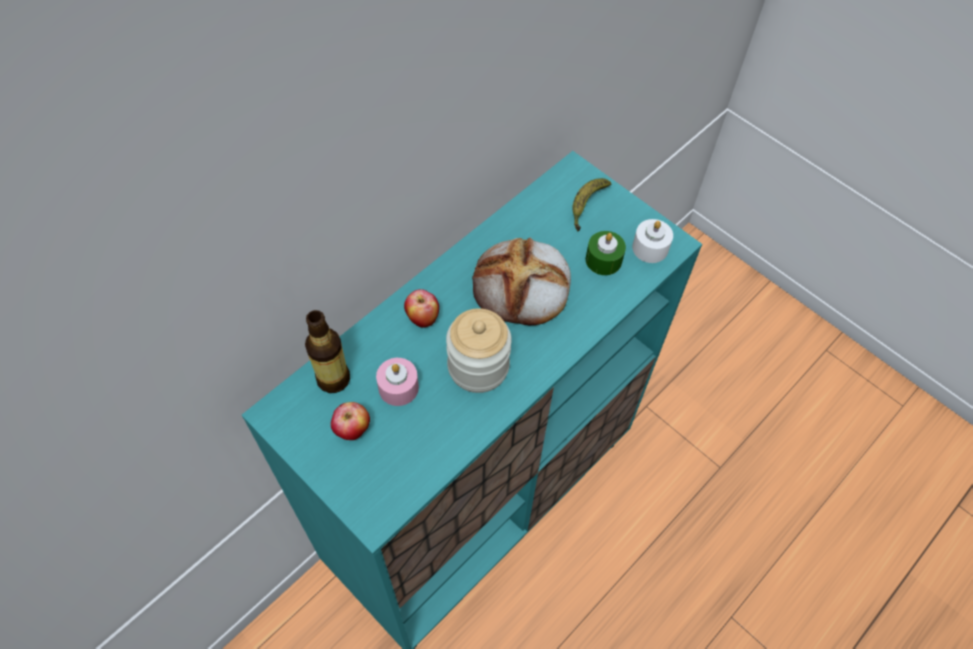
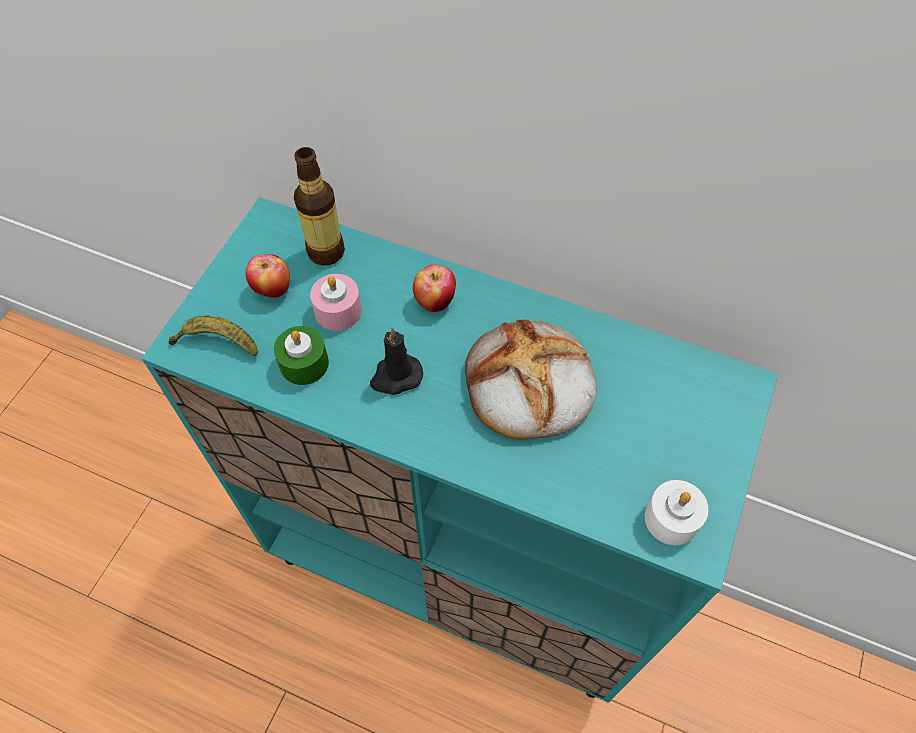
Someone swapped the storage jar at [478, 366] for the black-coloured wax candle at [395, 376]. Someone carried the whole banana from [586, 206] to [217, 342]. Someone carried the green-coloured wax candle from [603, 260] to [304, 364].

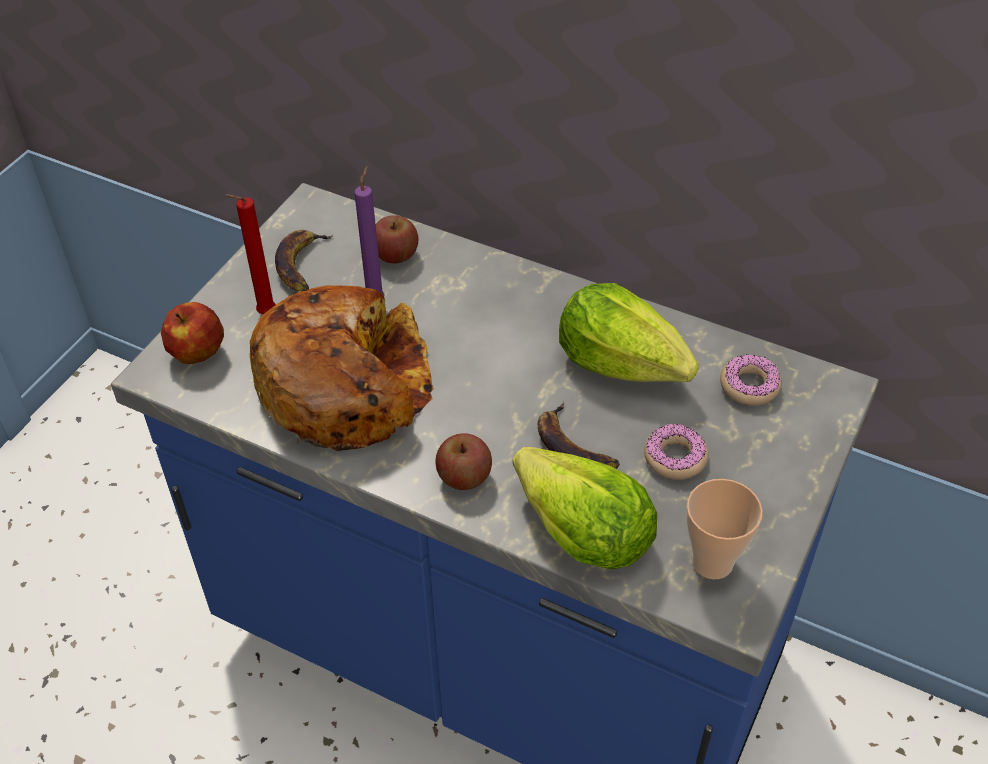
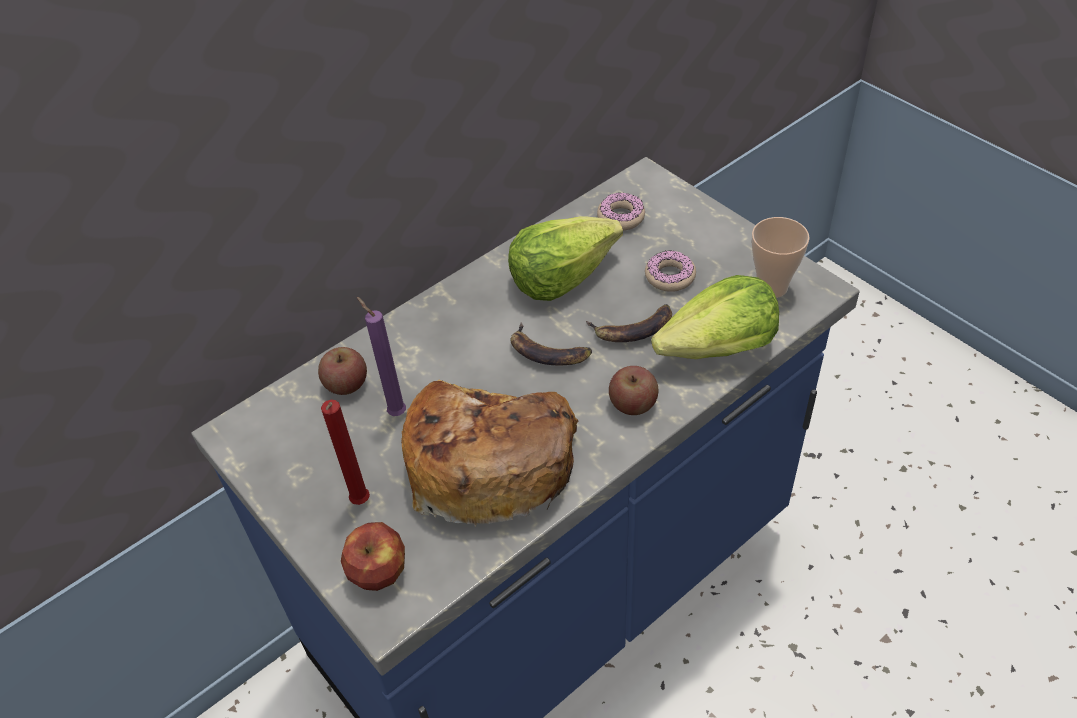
Someone carried the whole banana from [302, 265] to [548, 351].

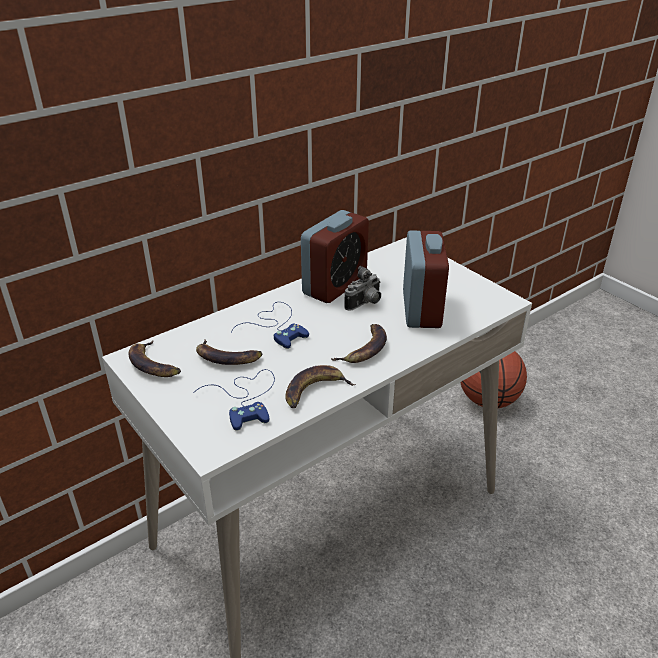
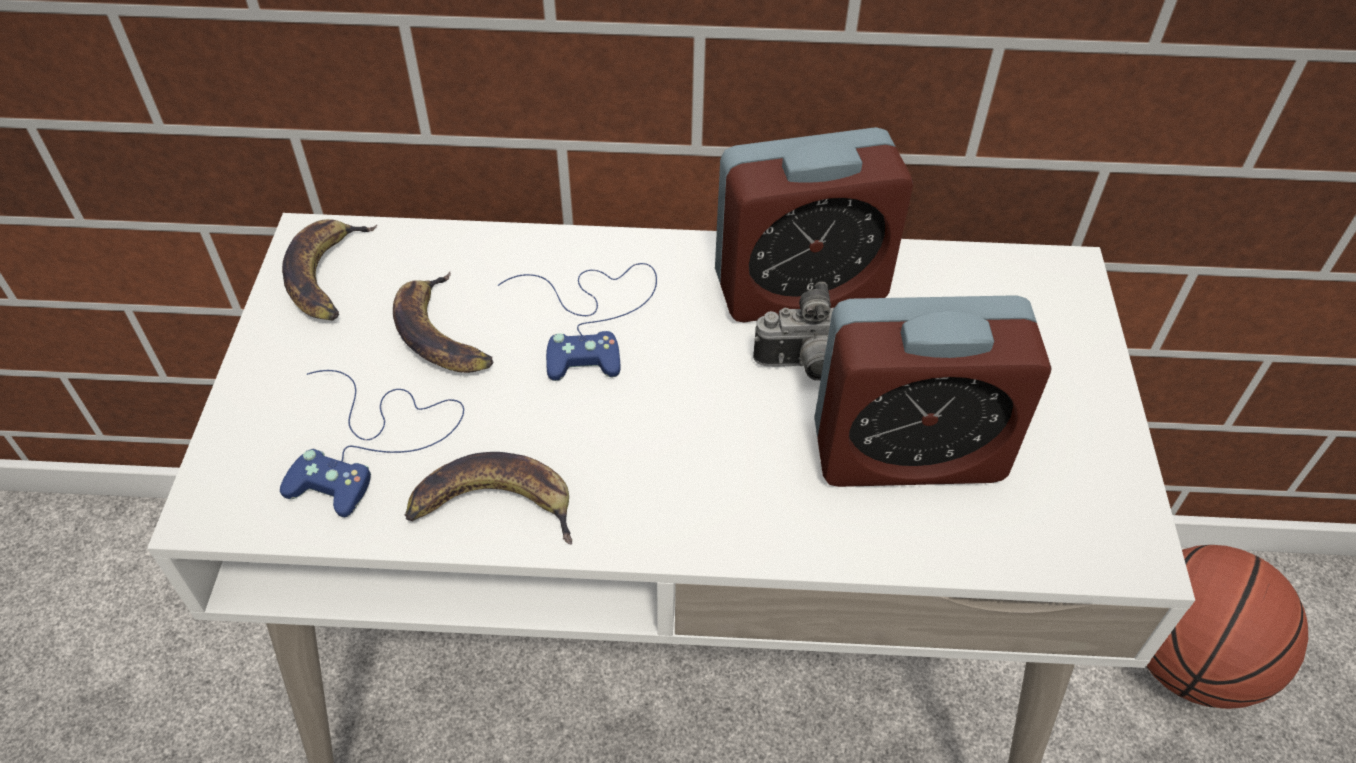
Someone took away the whole banana at [364, 348]. Someone rotated the bedside clock at [421, 309] by 45 degrees clockwise.

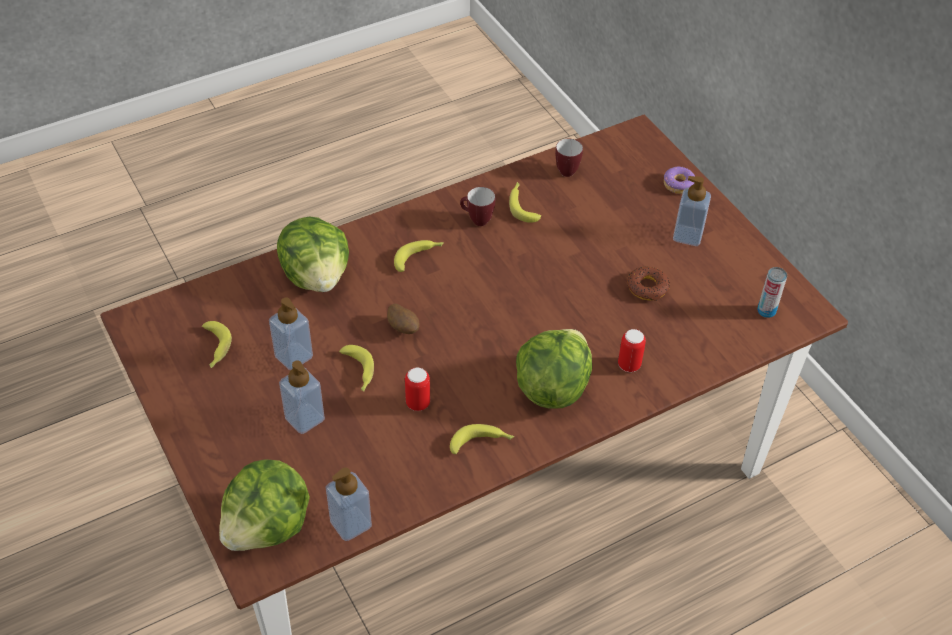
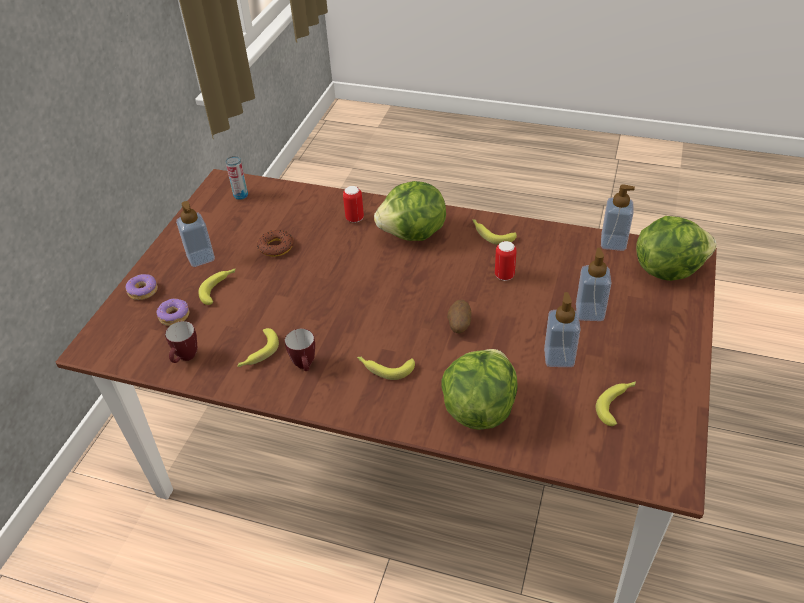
Someone carried the whole banana from [358, 372] to [219, 288]. Someone put down the doughnut at [174, 316].

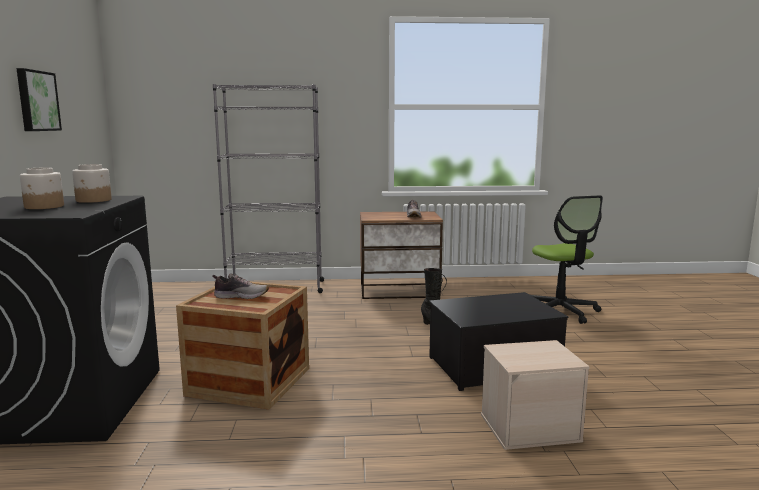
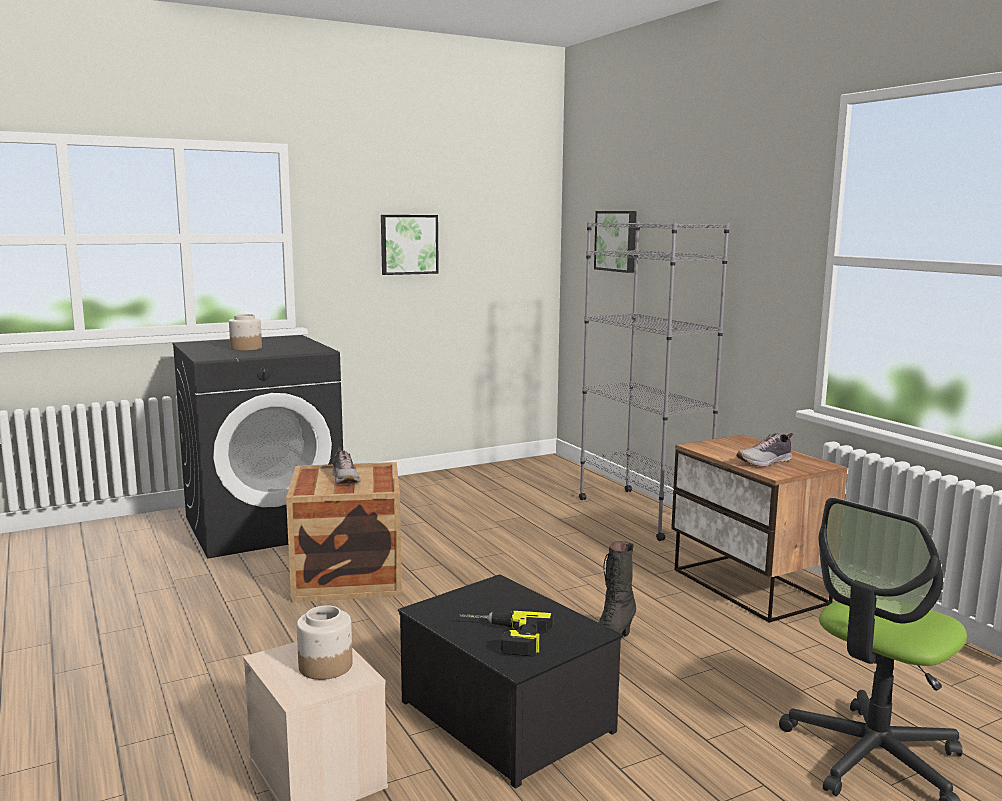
Someone carried the storage jar from [93, 200] to [325, 666]. Someone put down the power drill at [502, 638]. Someone put up the picture at [617, 241].

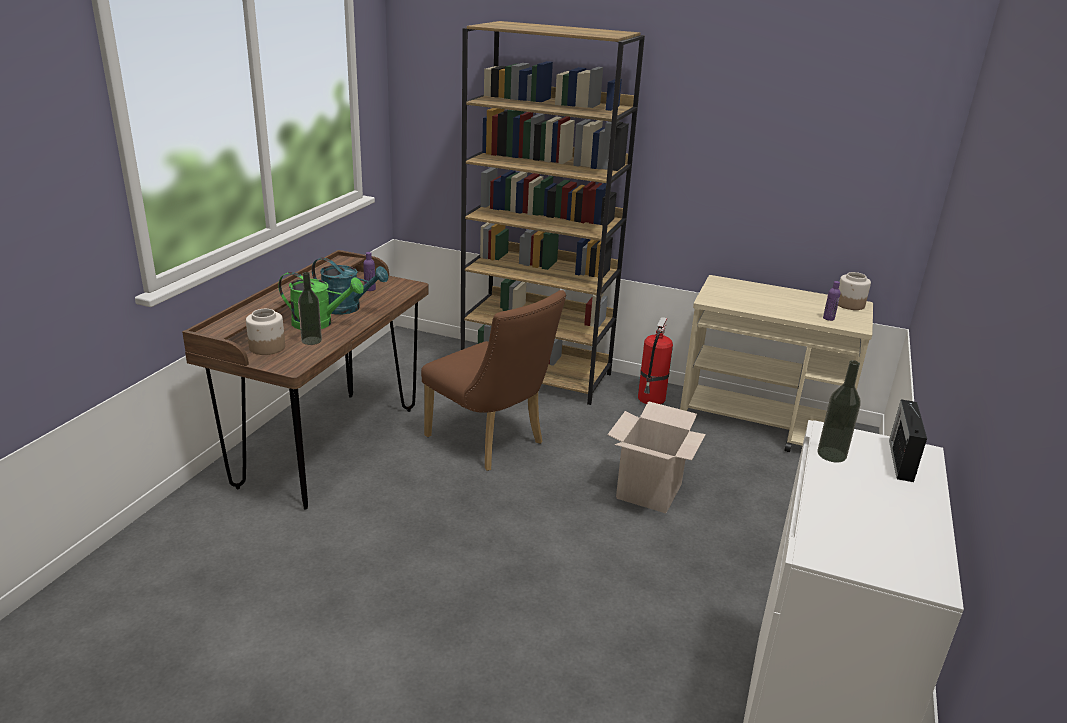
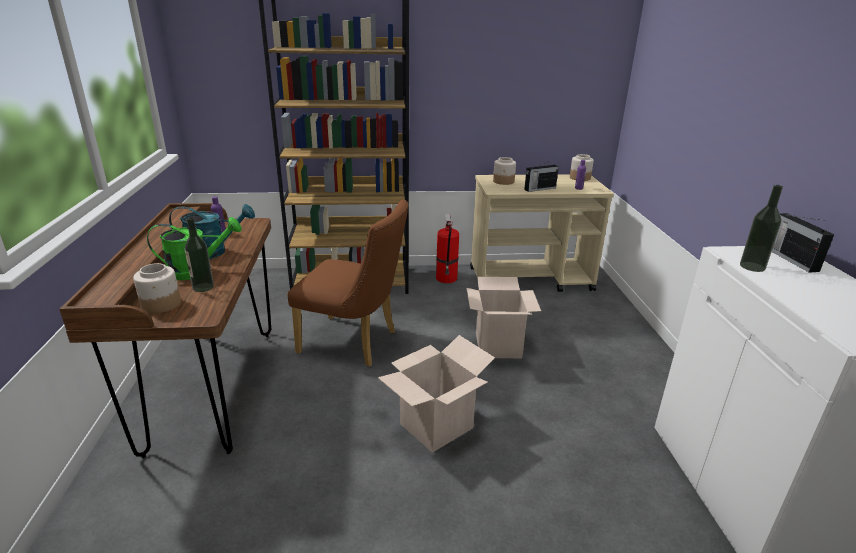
Someone put down the packing box at [436, 426]. Someone put down the storage jar at [503, 181]. Someone put down the radio at [539, 189].

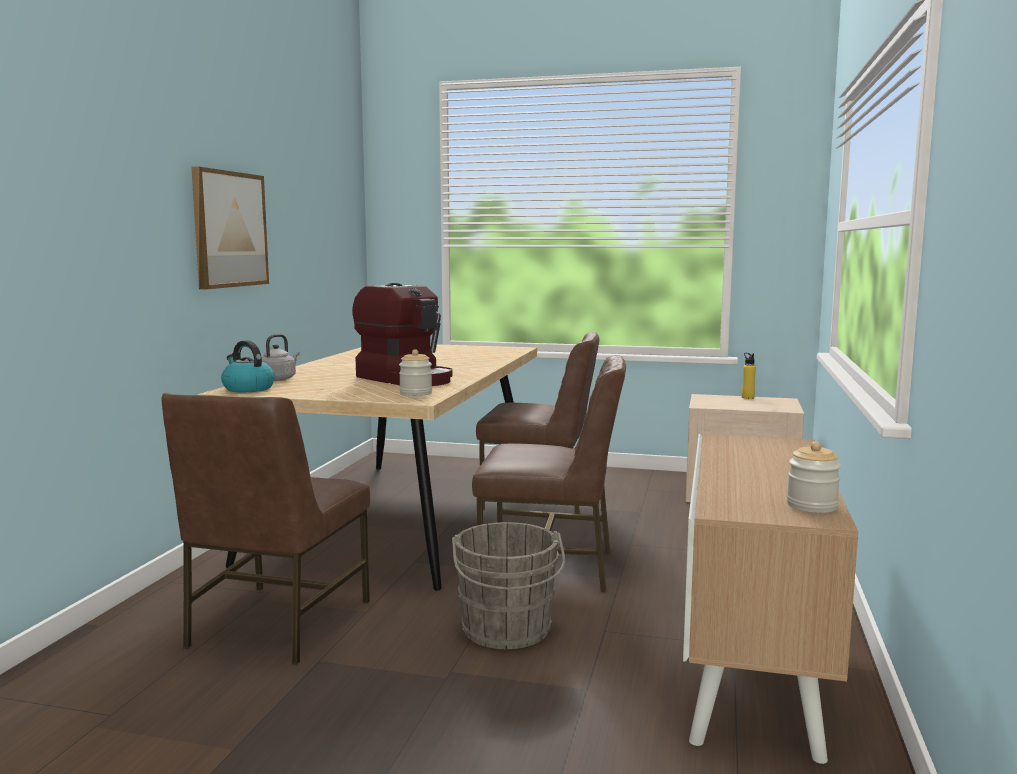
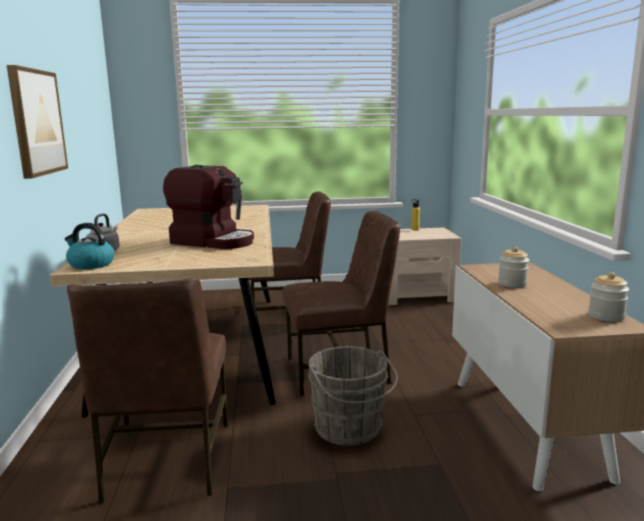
Someone carried the storage jar from [416, 393] to [512, 283].

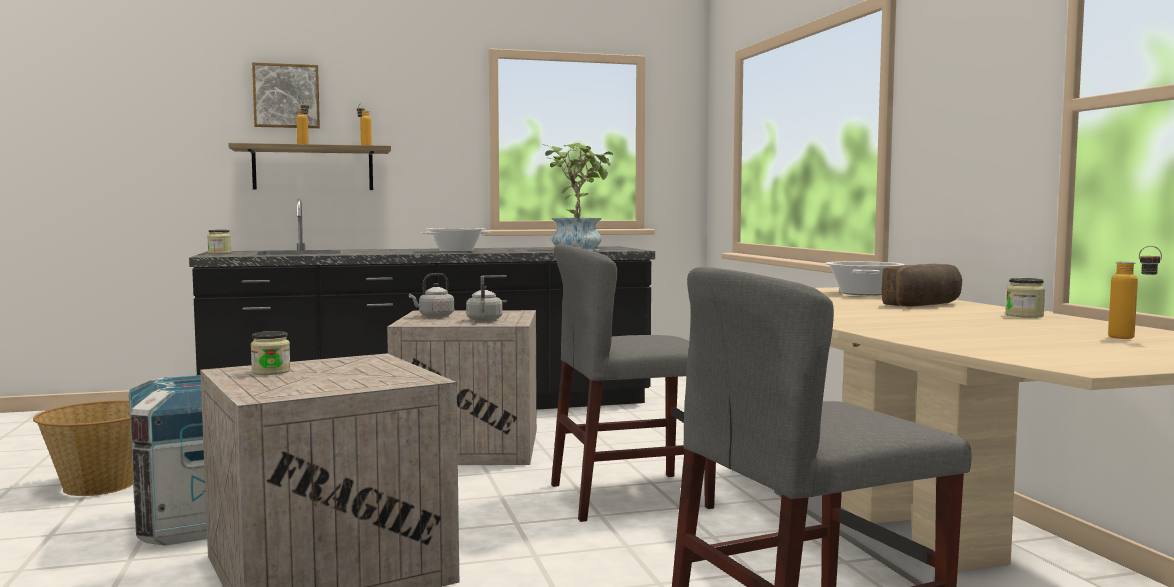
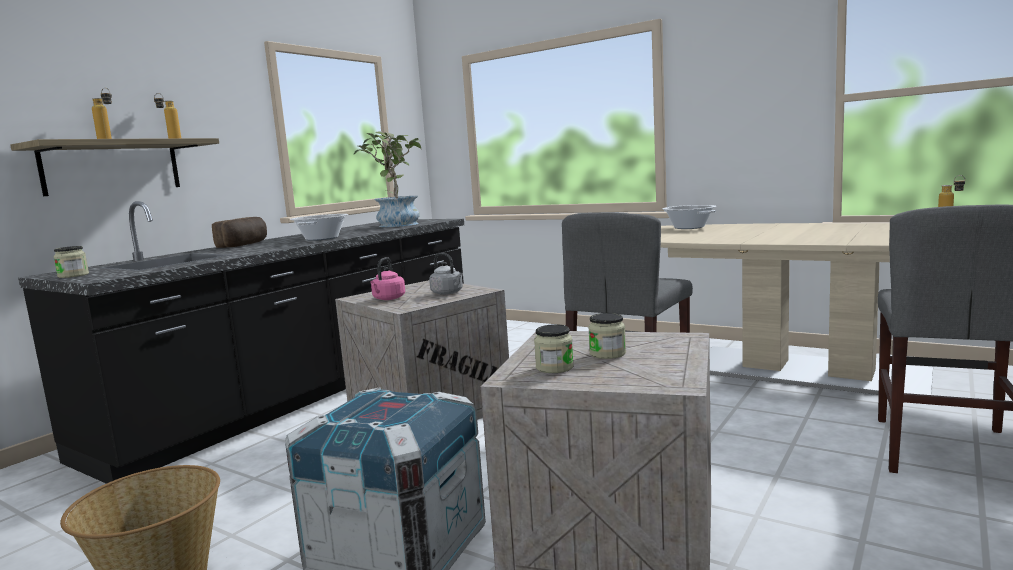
Someone took away the picture at [286, 96]. Someone repainted the greyish tea kettle at [434, 316], which became the pinkish tea kettle at [388, 299]. Someone carried the baked bread from [925, 305] to [245, 244]. Someone carried the storage jar from [1024, 315] to [607, 353].

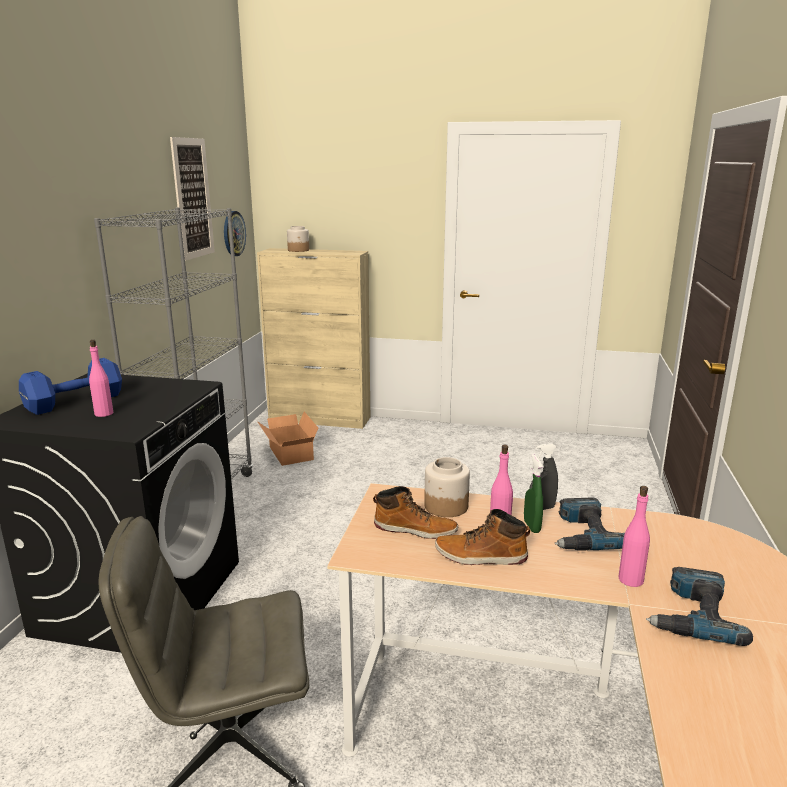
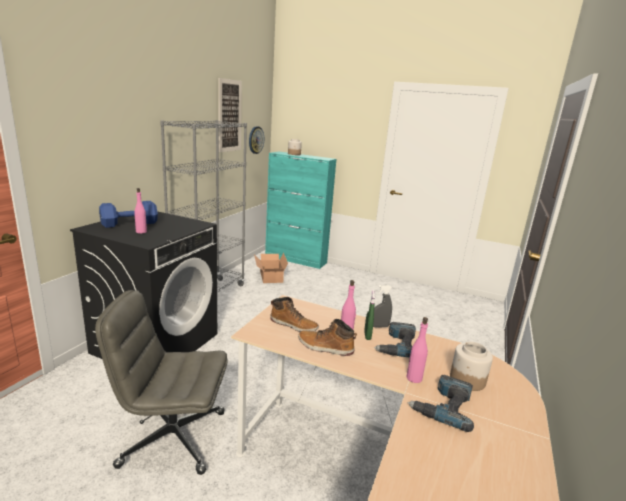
Someone repainted the beige cabinet at [320, 419], which became the turquoise cabinet at [296, 259]. Someone carried the storage jar from [445, 506] to [467, 379].

